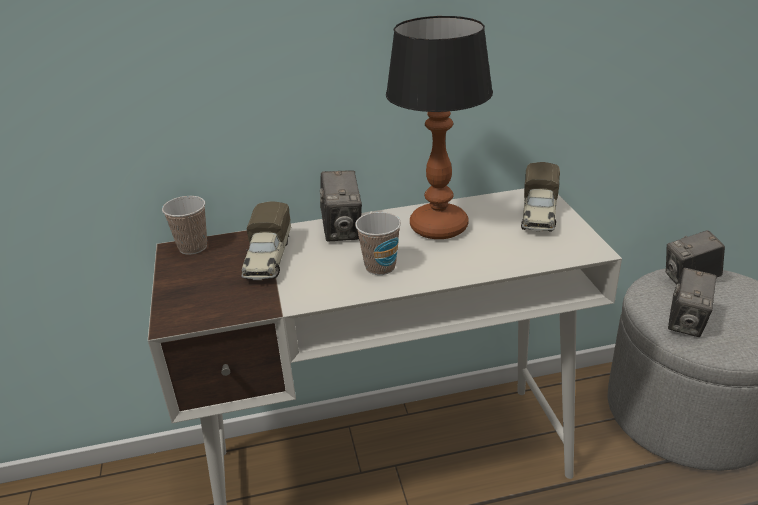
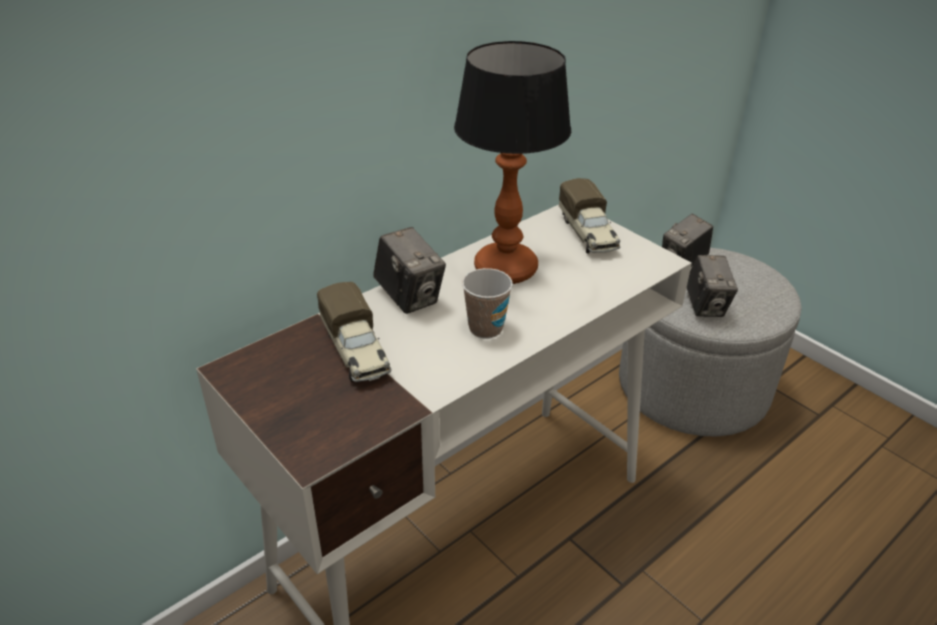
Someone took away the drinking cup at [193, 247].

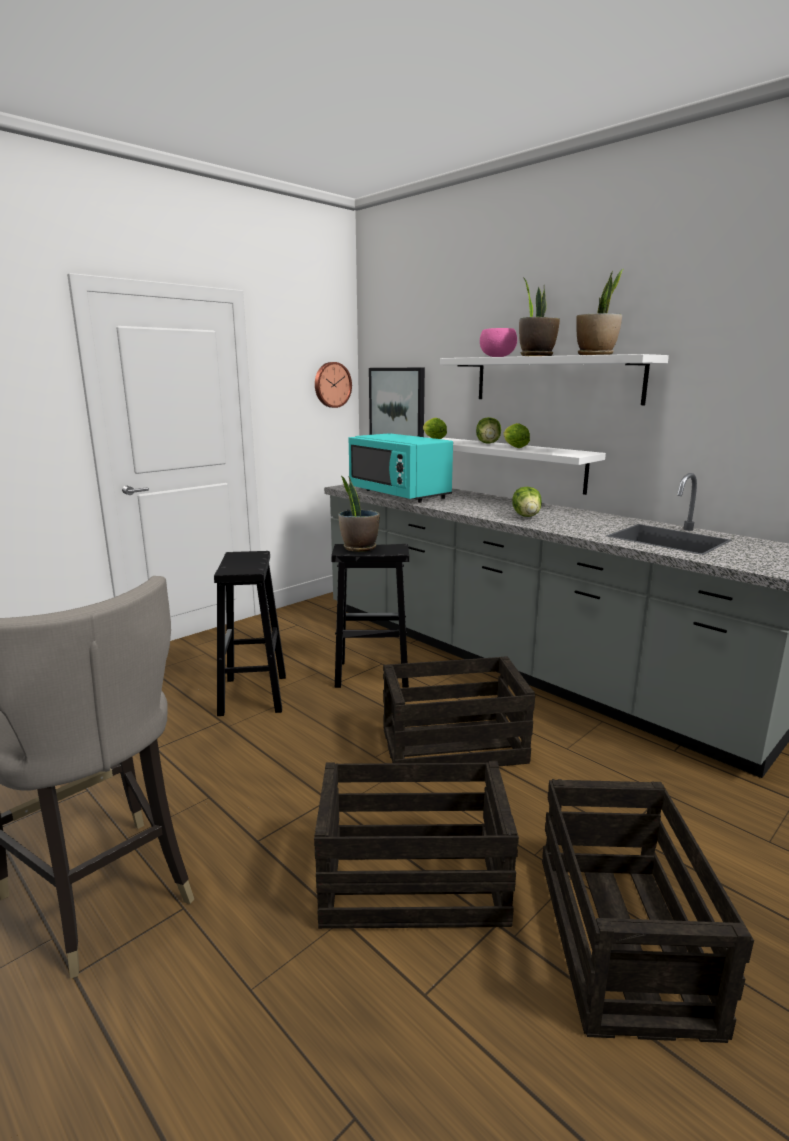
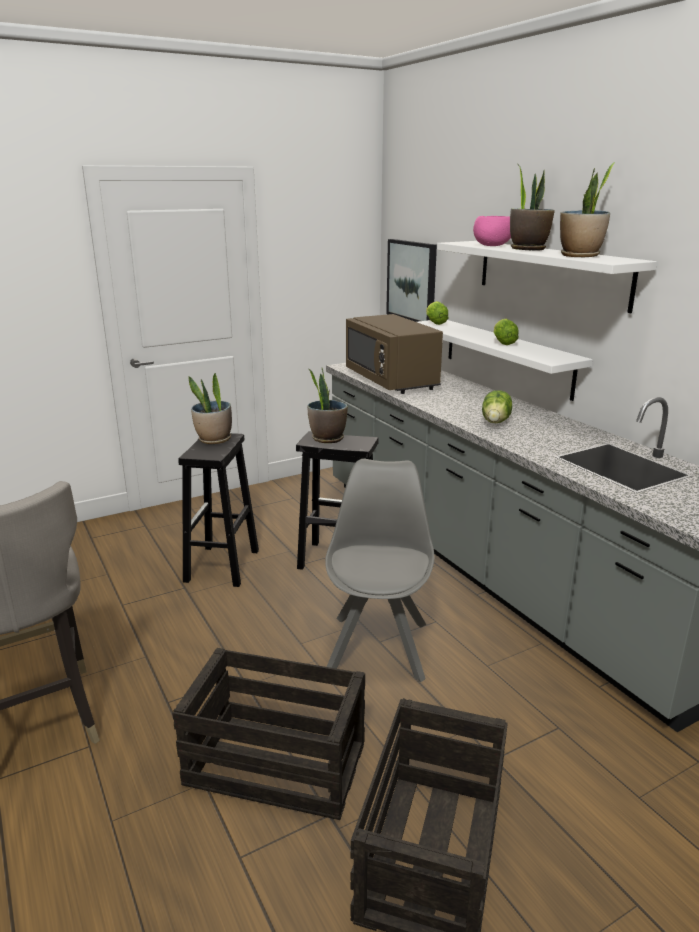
Someone took away the wall clock at [331, 385]. Someone repainted the turquoise microwave at [400, 494], which became the brownish microwave at [391, 381]. Someone swapped the shipping crate at [454, 746] for the greyish upright chair at [378, 645]. Someone took away the lettuce head at [488, 443]. Someone put down the potted plant at [214, 440].

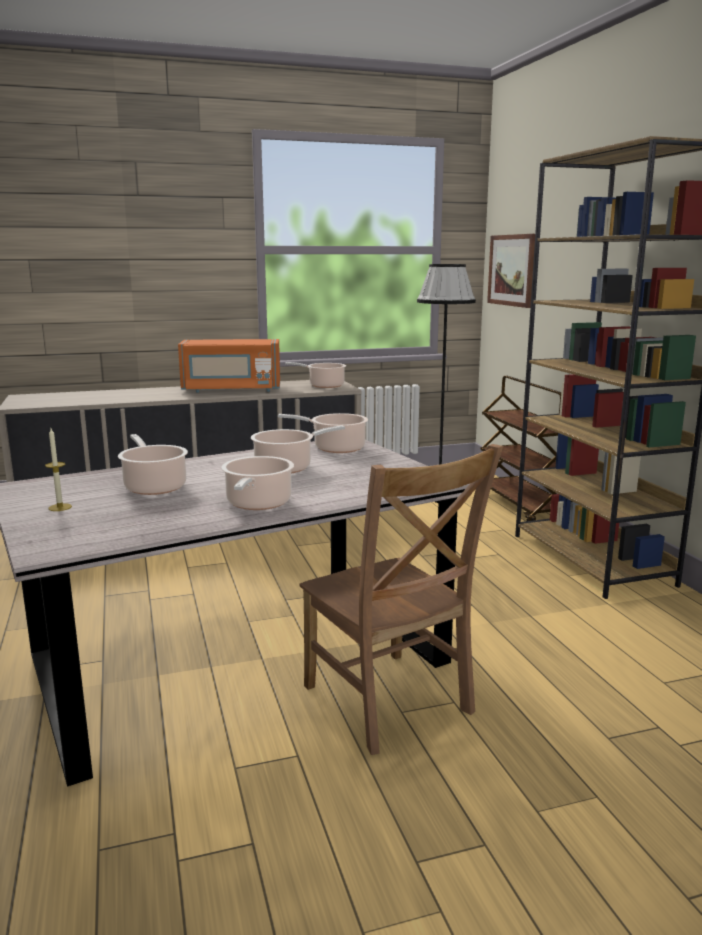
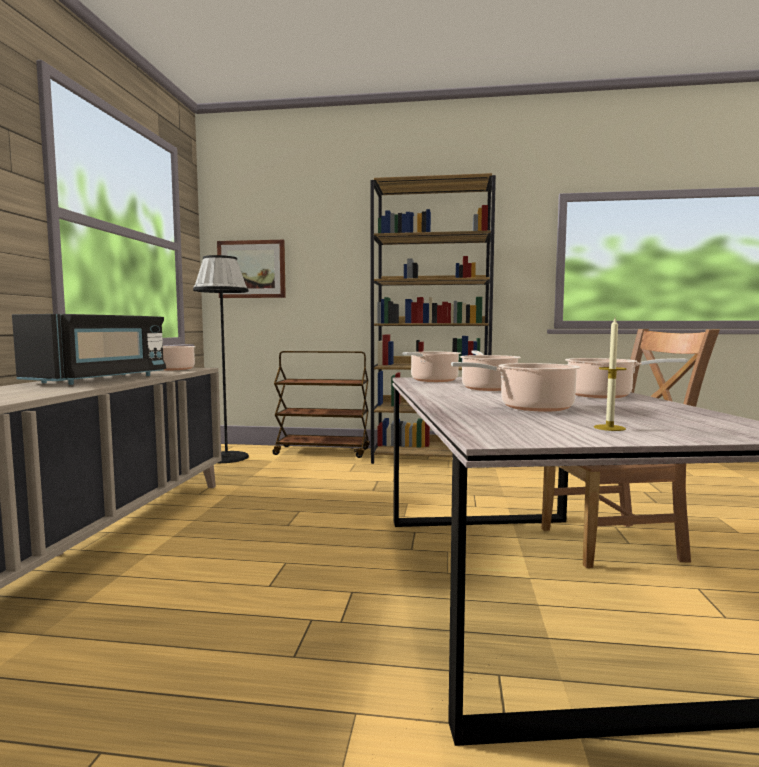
Someone repainted the orange microwave at [231, 390], which became the black-coloured microwave at [100, 379].

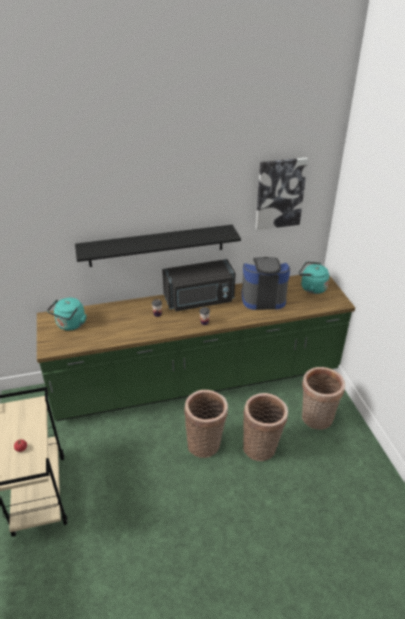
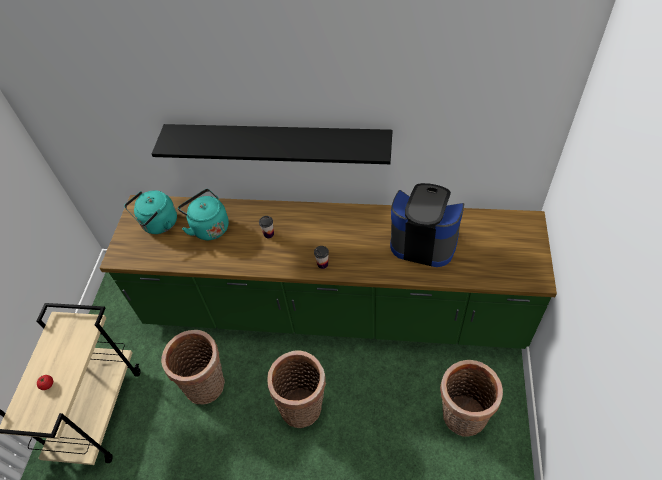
Someone took away the black-coloured microwave at [199, 300]. Someone carried the storage basket from [261, 447] to [207, 386]. Someone took away the picture at [279, 193]. Someone carried the turquoise tea kettle from [311, 288] to [209, 227].

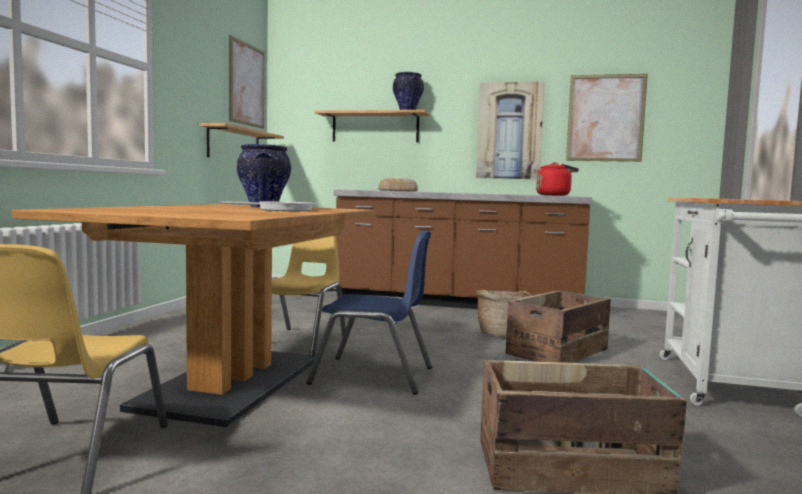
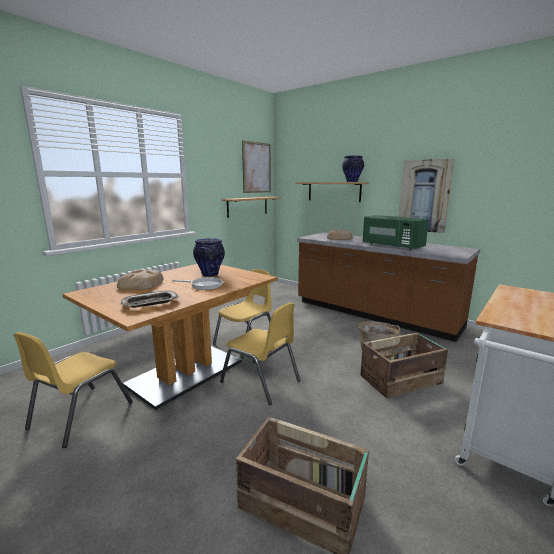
Someone repainted the bluish upright chair at [373, 376], which became the yellow-coloured upright chair at [261, 381]. Someone took away the reddish tea kettle at [555, 195]. Someone took away the picture at [605, 118]. Someone put down the baked bread at [142, 284]. Someone put down the carrying tray at [150, 303]. Someone put down the green-coloured microwave at [391, 246].

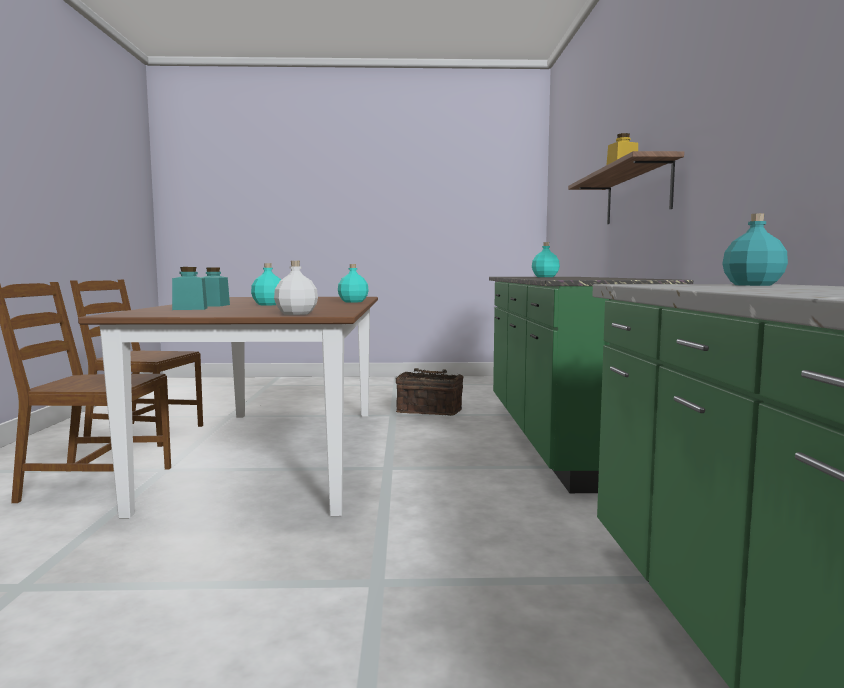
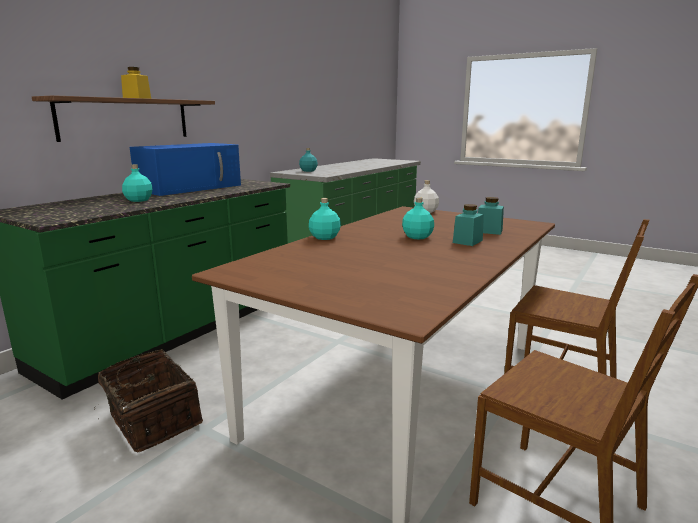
Someone put down the bluish microwave at [191, 187].

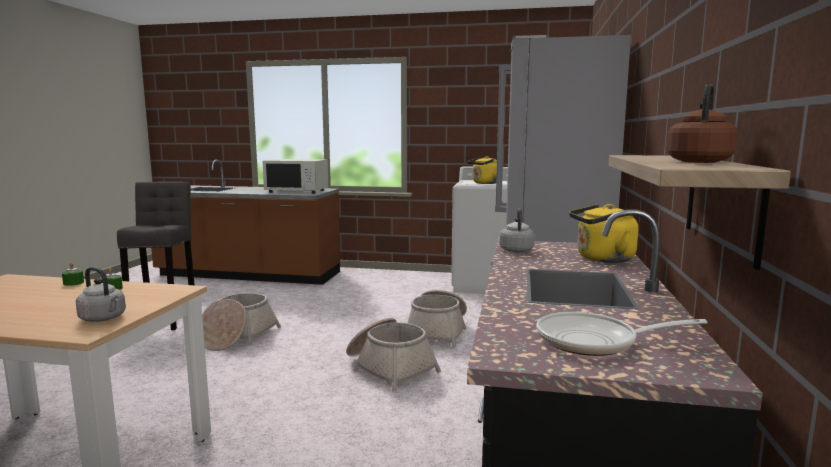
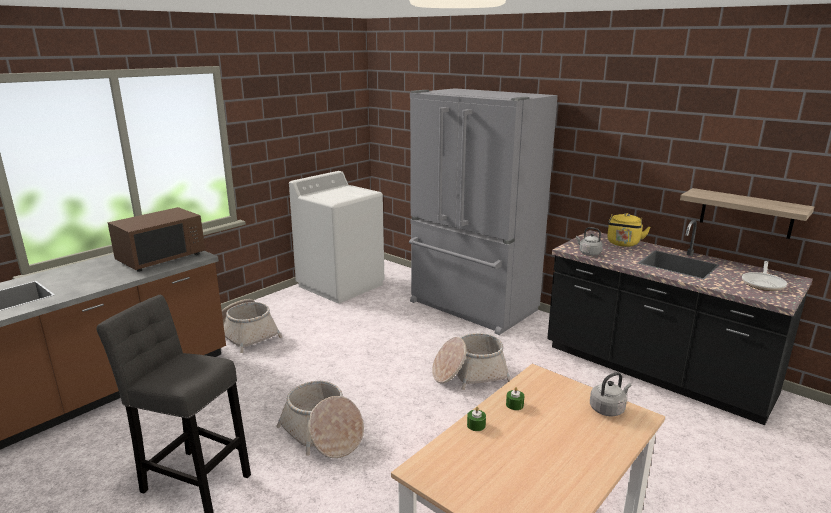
Someone repainted the white microwave at [297, 191], which became the brownish microwave at [161, 258]. Someone carried the storage basket from [437, 332] to [247, 334]. Someone took away the yellow-coloured tea kettle at [484, 183]. Someone took away the brownish tea kettle at [699, 161].

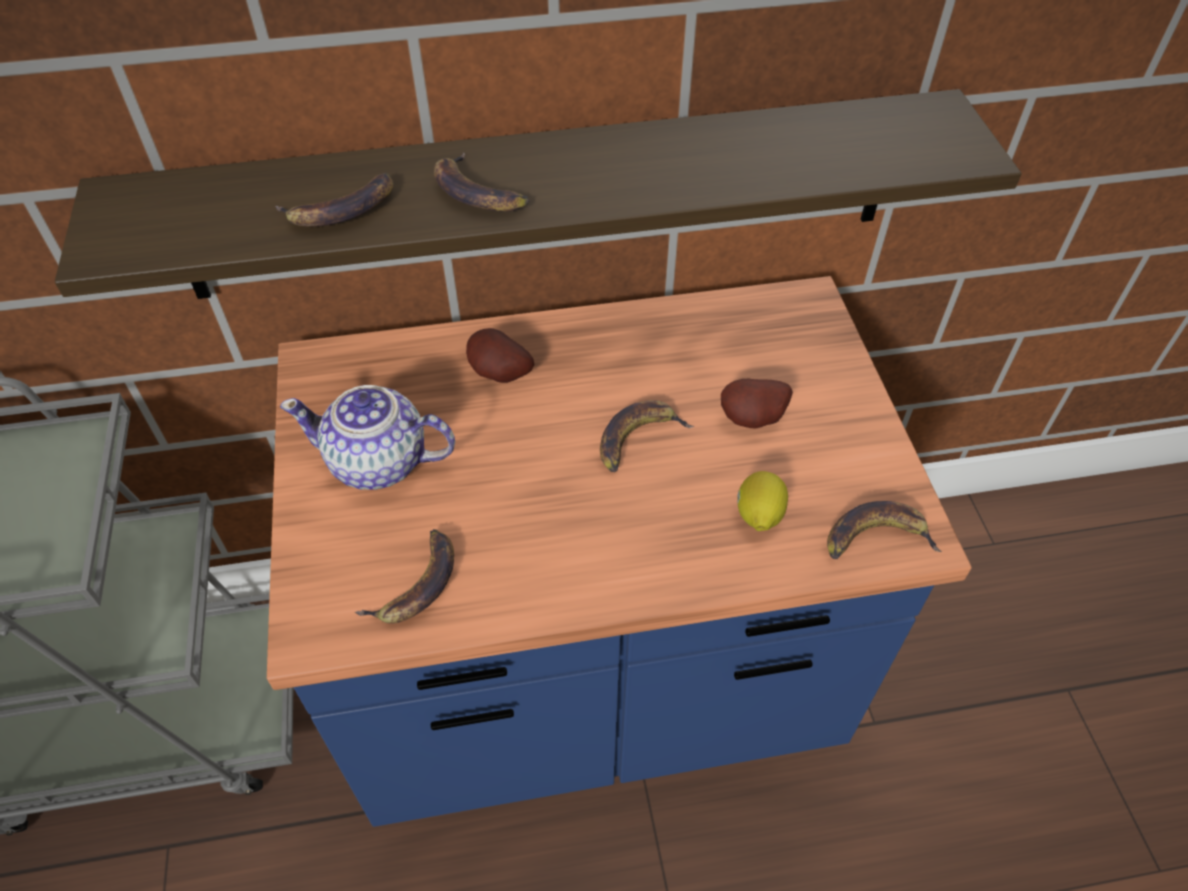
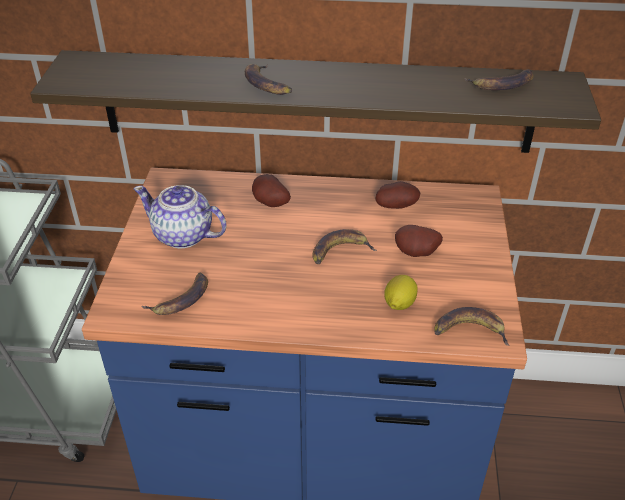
Someone carried the whole banana from [342, 209] to [502, 84]. Someone put down the spud at [396, 206].

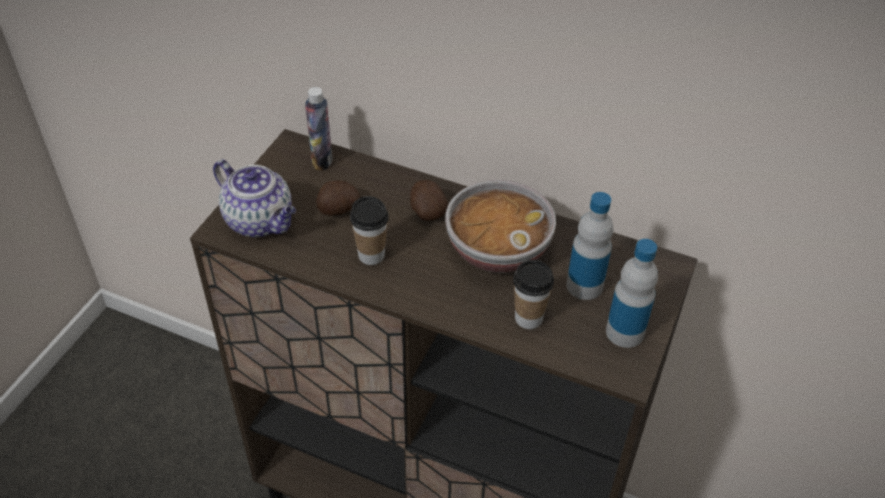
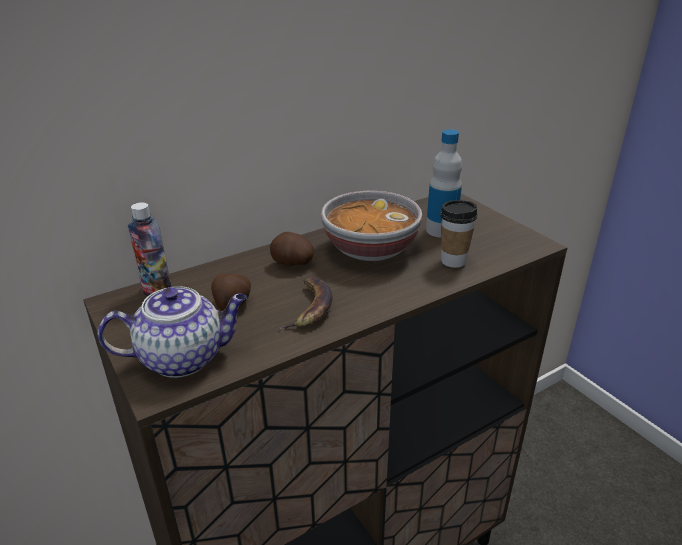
Someone swapped the drinking cup at [371, 255] for the whole banana at [309, 307]. Someone took away the bottle at [625, 332].

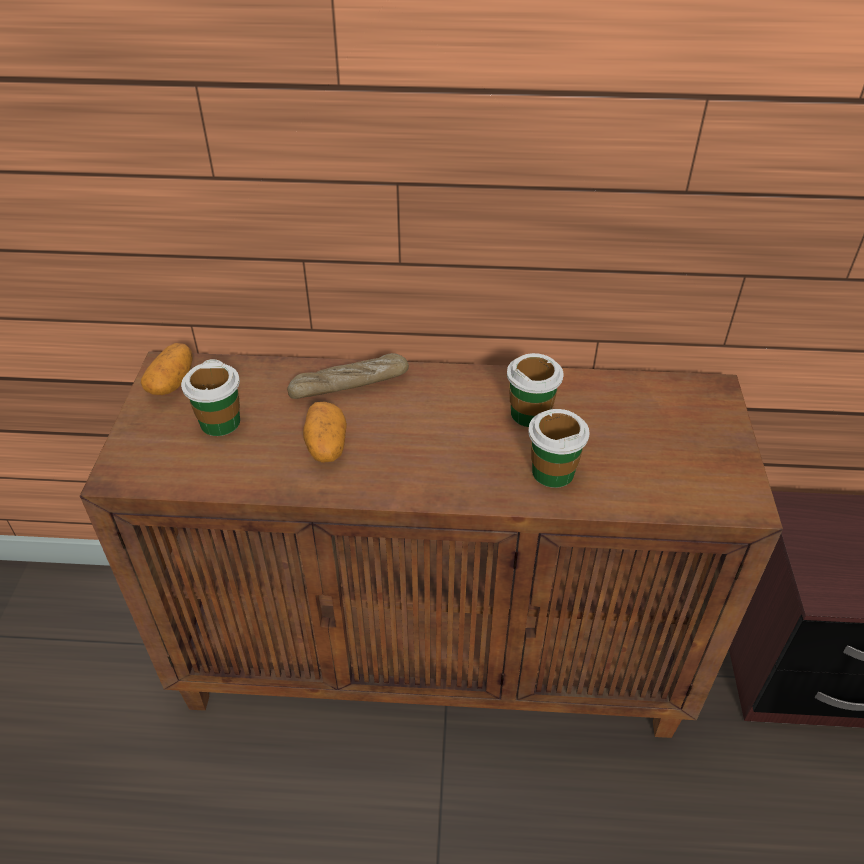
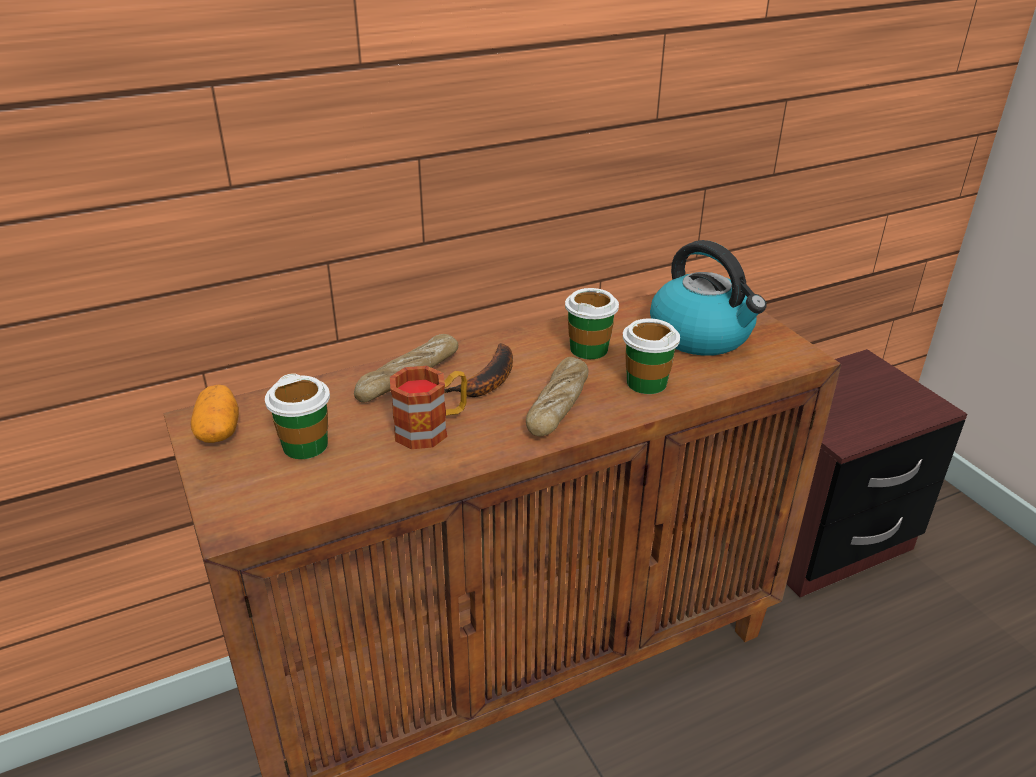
Someone swapped the spud at [326, 445] for the coffee mug at [432, 428]. Someone put down the whole banana at [487, 382]. Someone put down the baked bread at [558, 405]. Someone put down the tea kettle at [702, 335].

